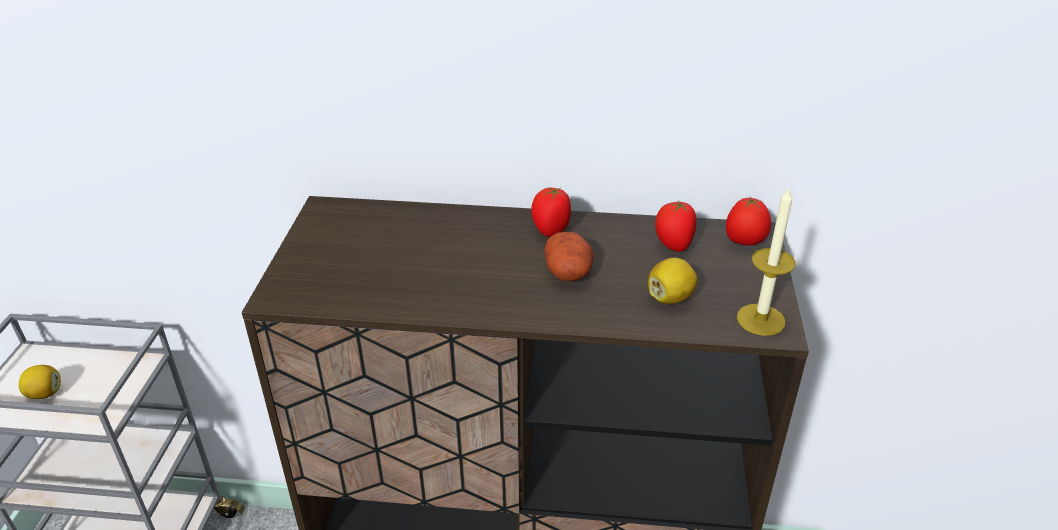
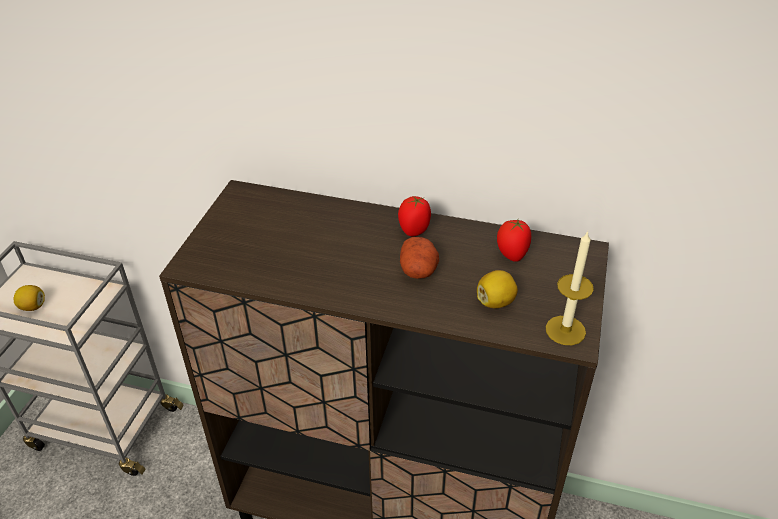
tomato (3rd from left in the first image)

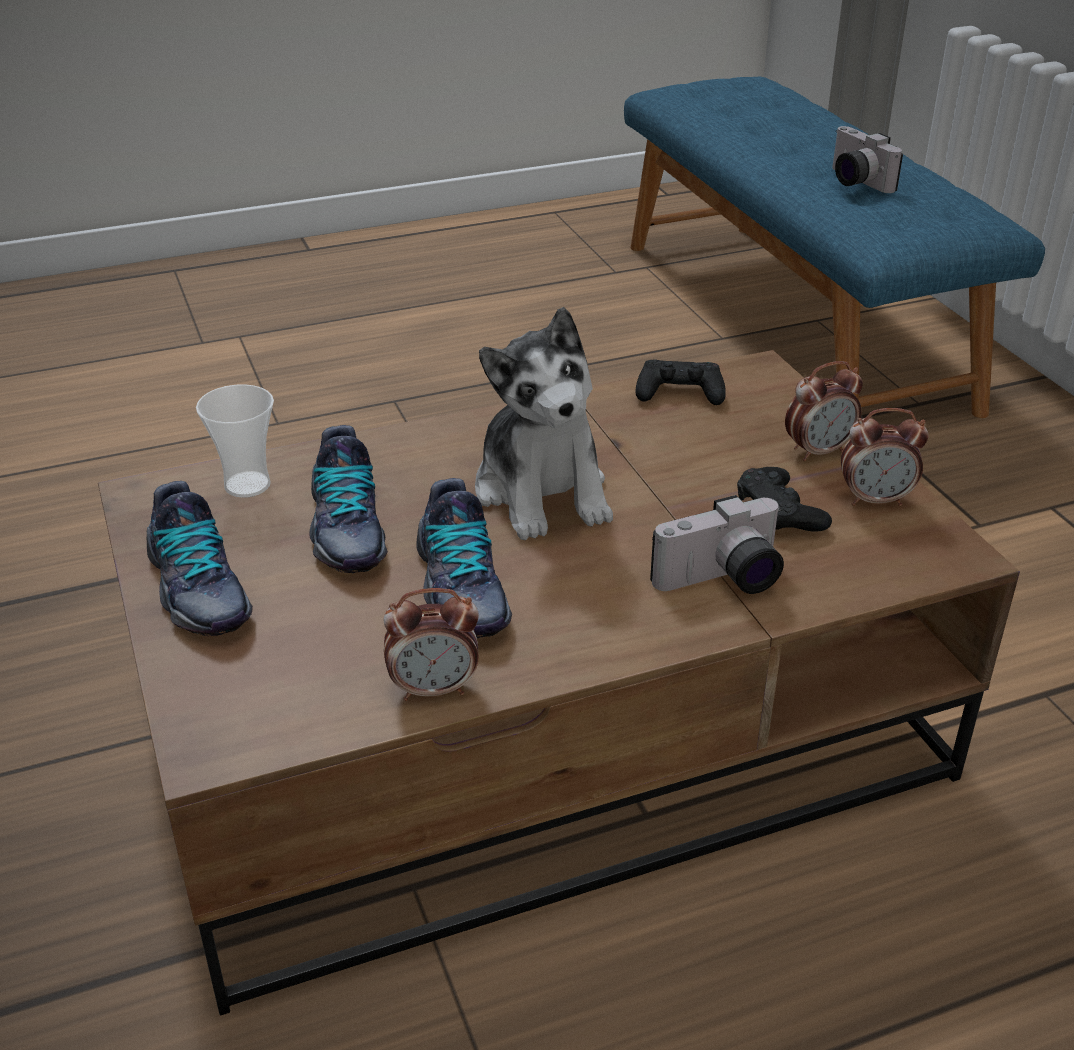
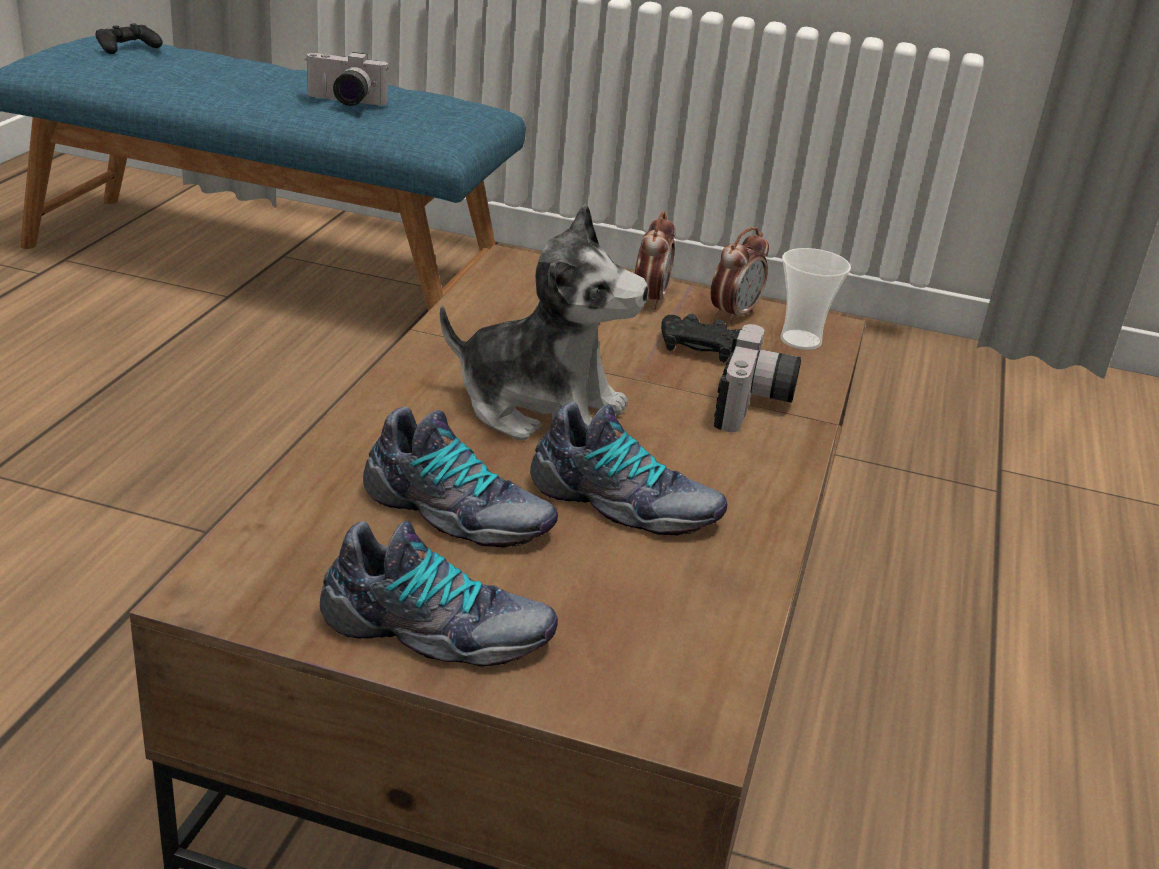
bedside clock (1st from left in the first image)
drinking cup
gamepad/black-coloured (1st from left)

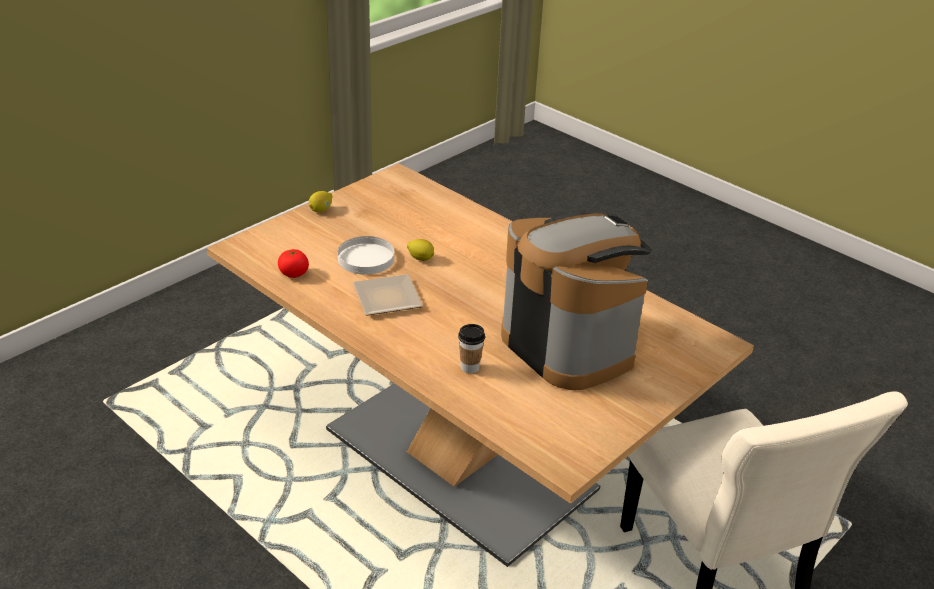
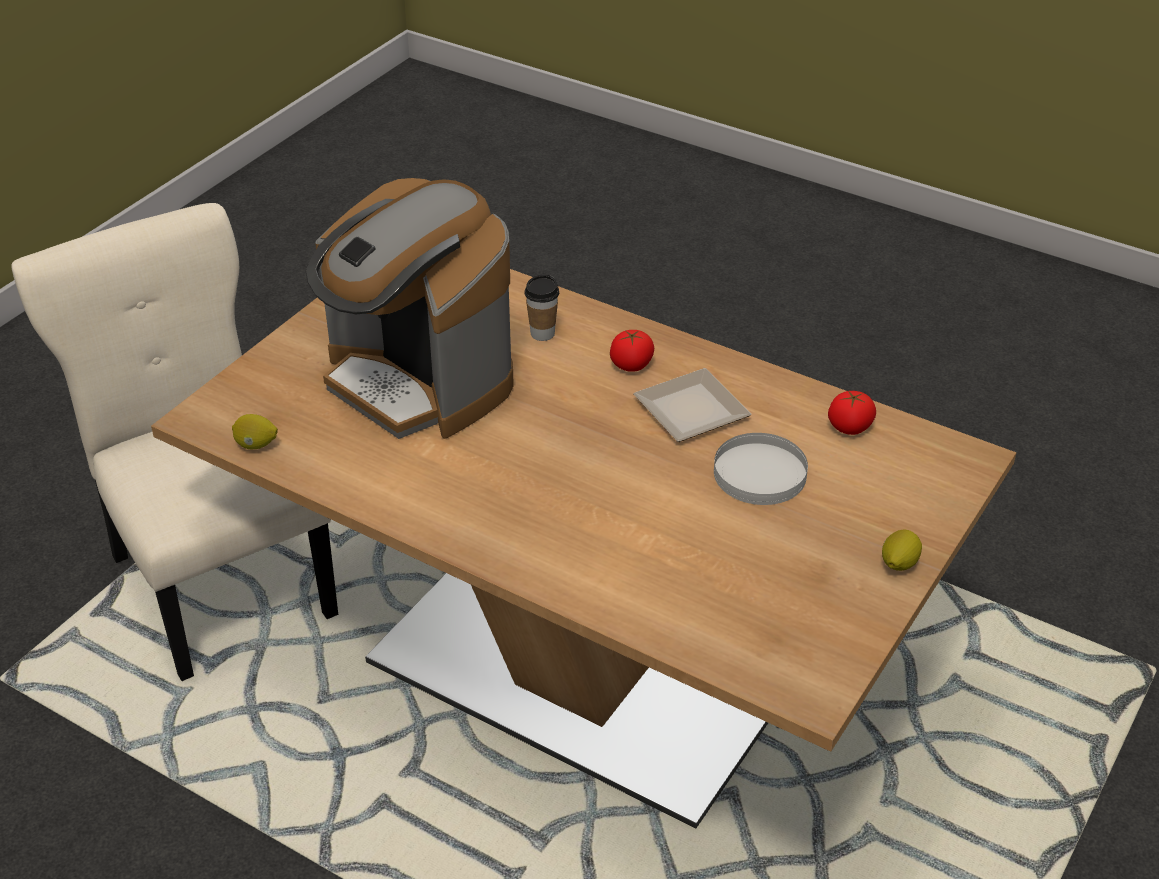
tomato (1st from left)
citrus fruit (1st from left)

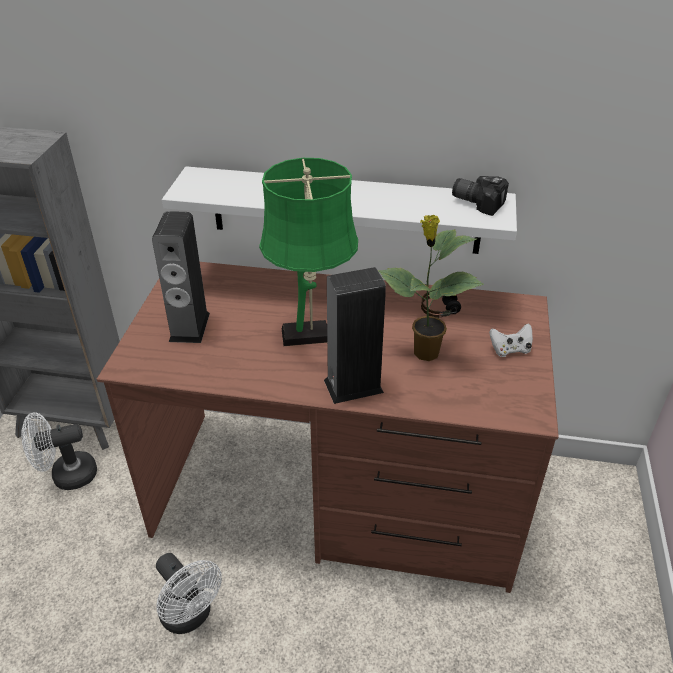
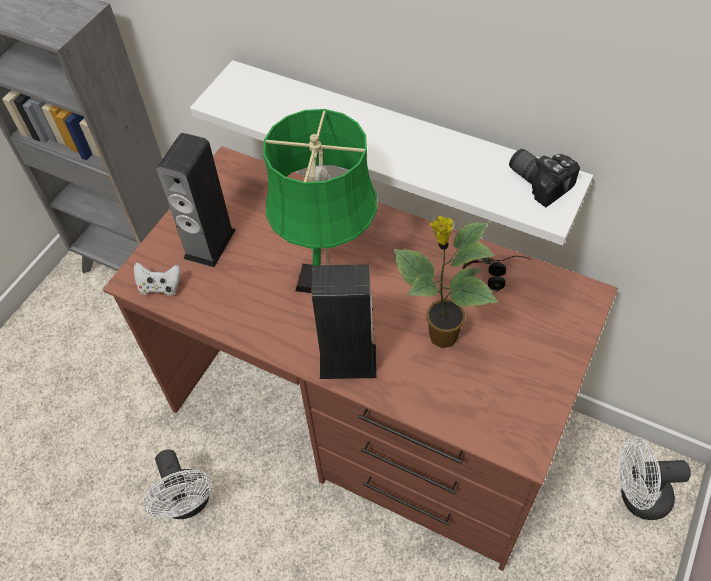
cooling fan/white (2nd from left)
gamepad/white

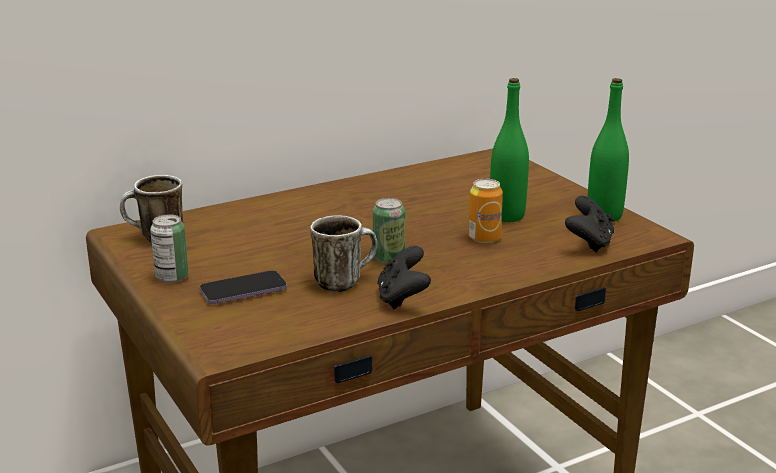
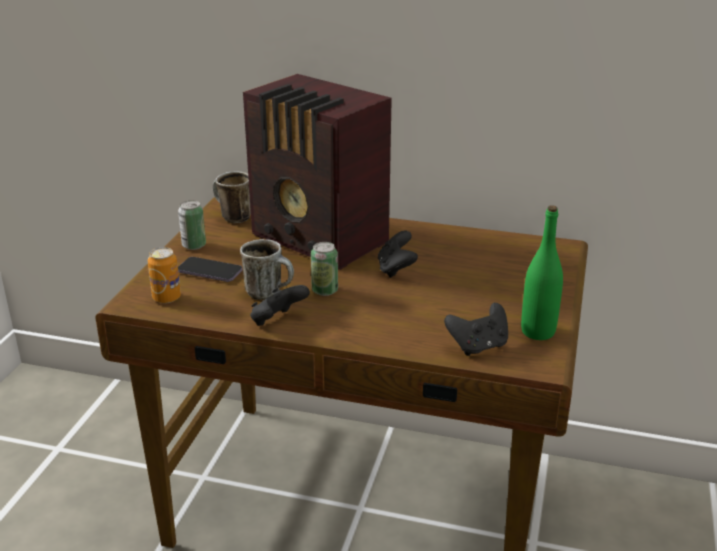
drink bottle/green (1st from left in the first image)
radio set
gamepad/black-coloured (2nd from left)
metal can (1st from left)

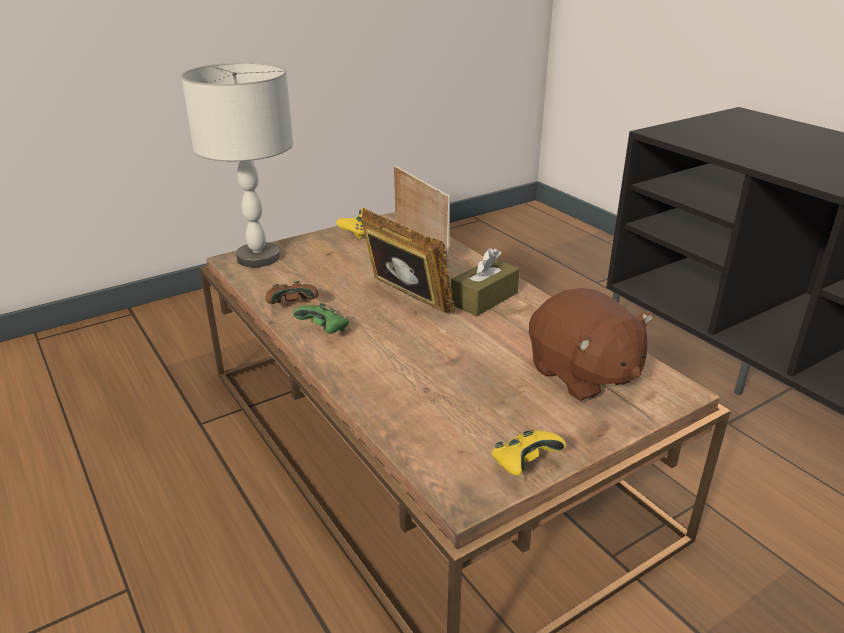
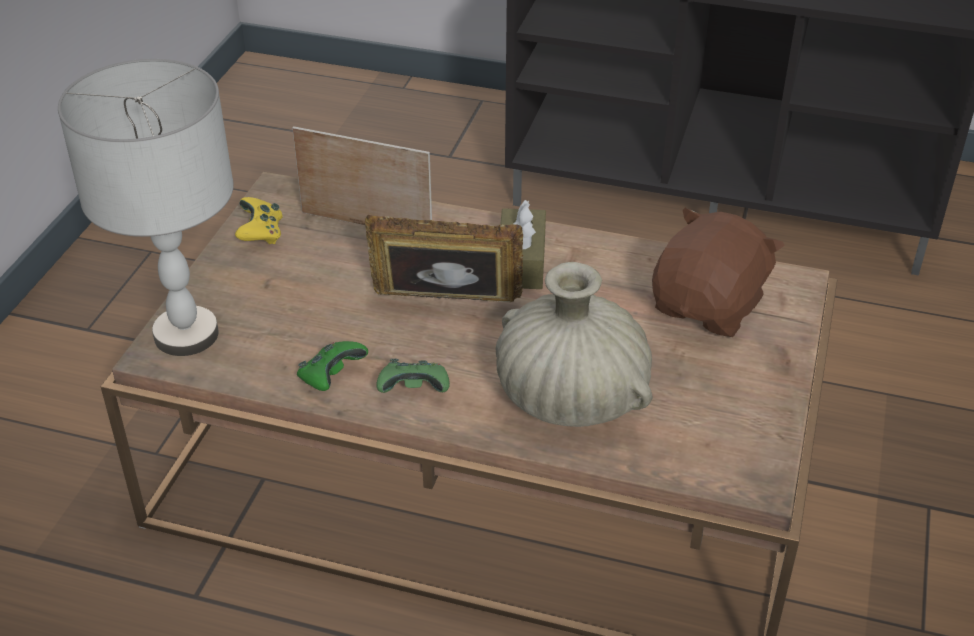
gamepad/yellow (2nd from left in the first image)
decorative vase/beige
gamepad/green (1st from left)
plush toy/brown

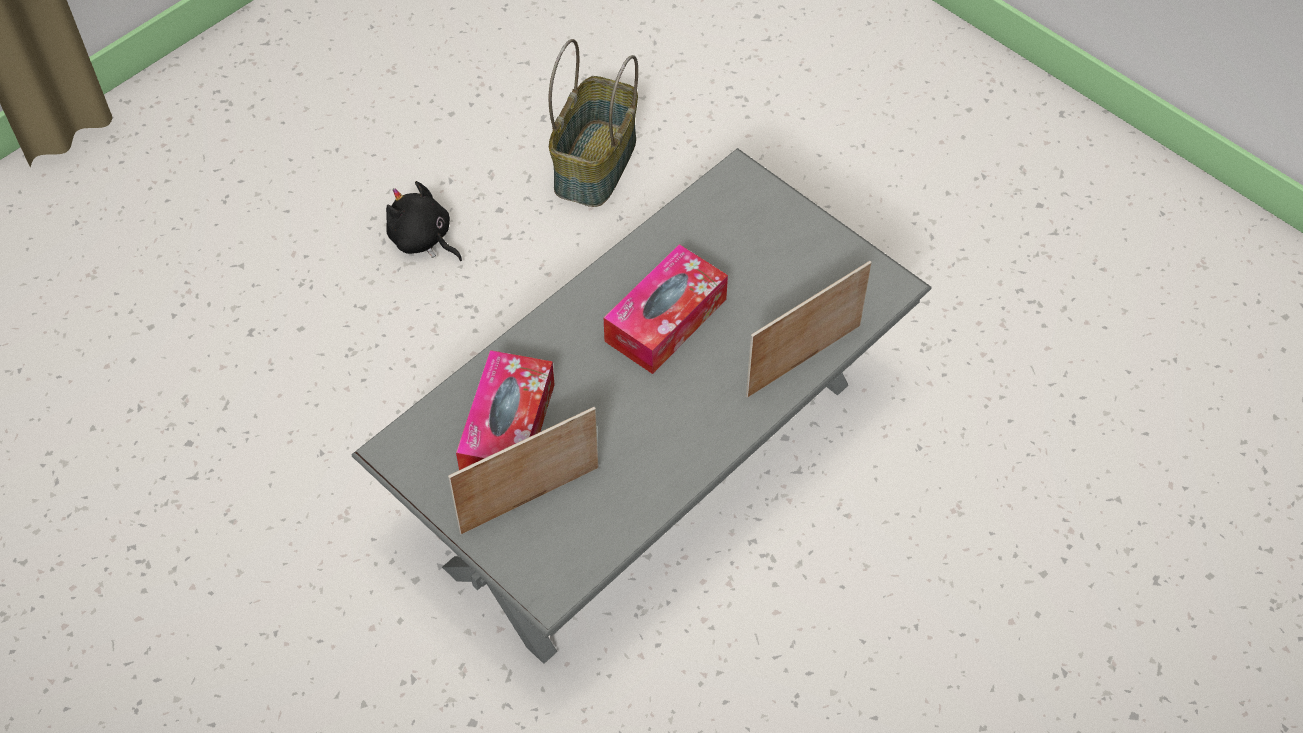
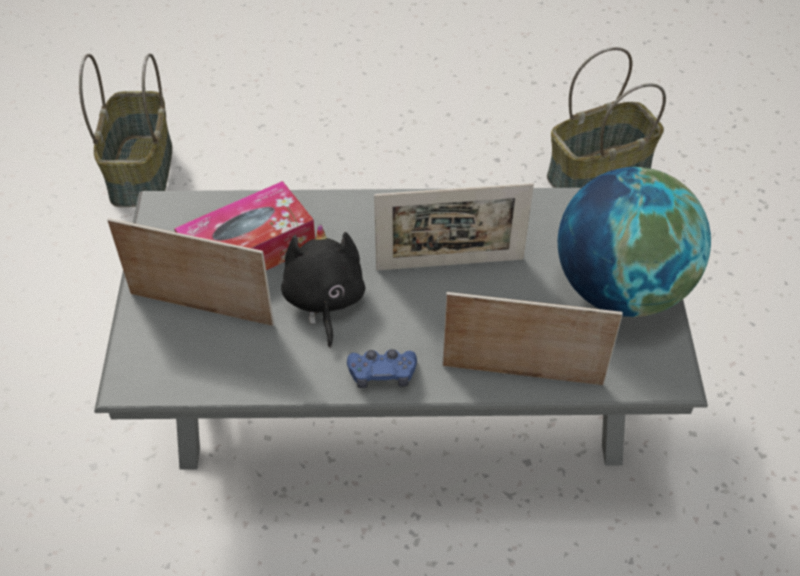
household basket (1st from left)
gamepad/blue-coloured
globe
plush toy/black-coloured
photo frame (2nd from left)

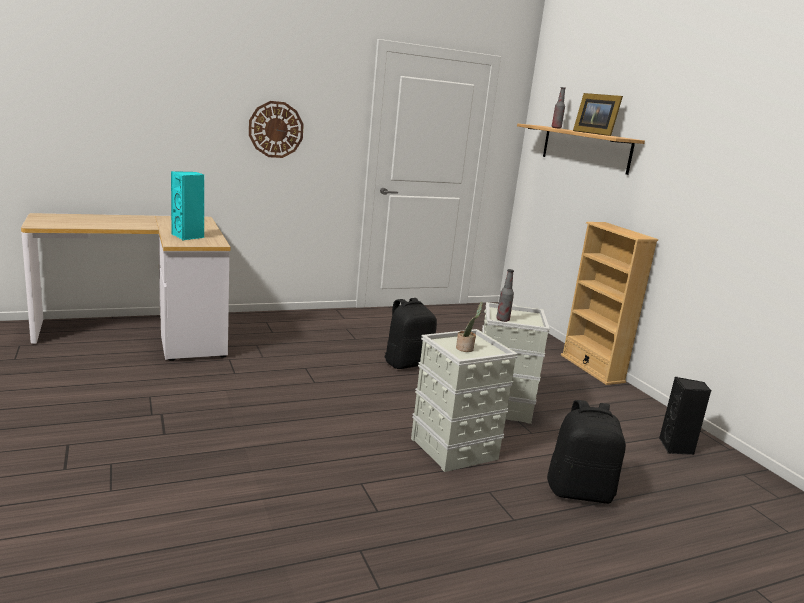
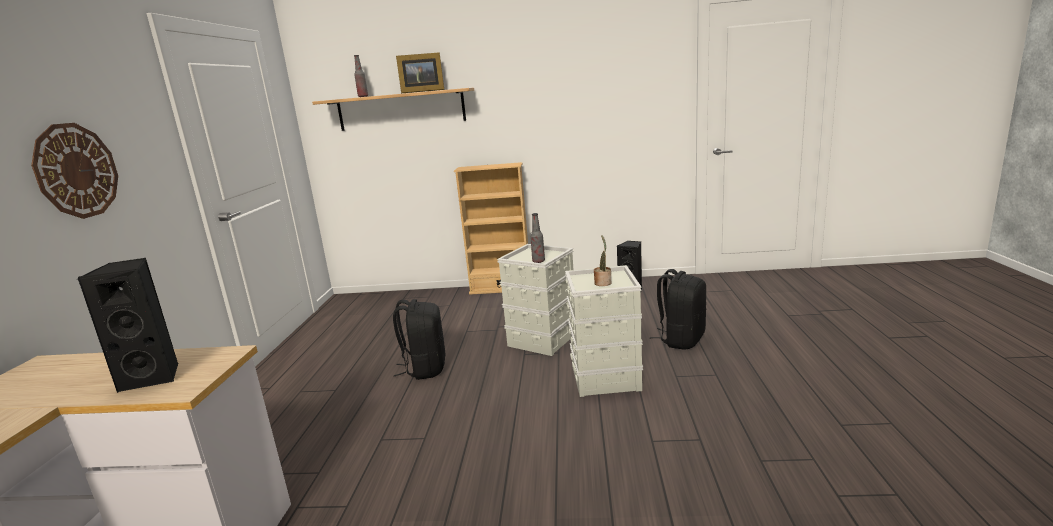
speaker/black-coloured (1st from left)

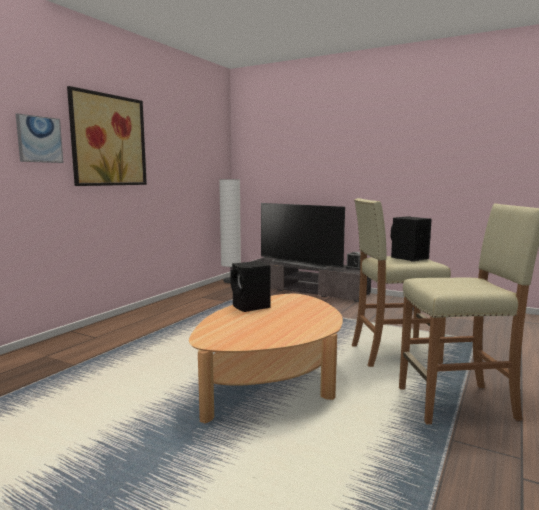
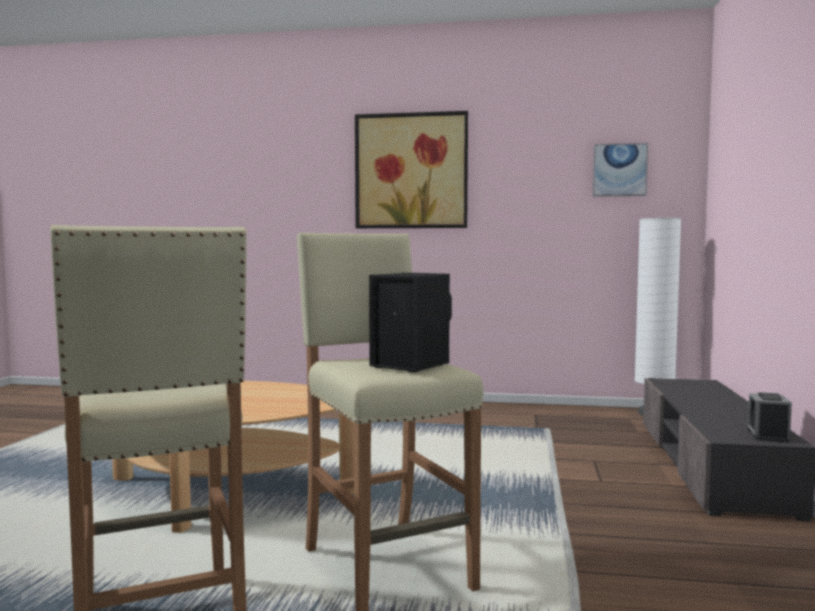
speaker/black-coloured (1st from left in the first image)
television
wall art (2nd from left)

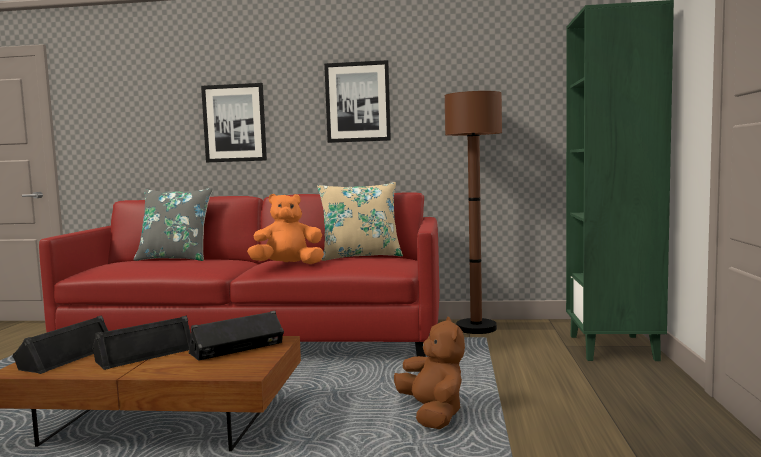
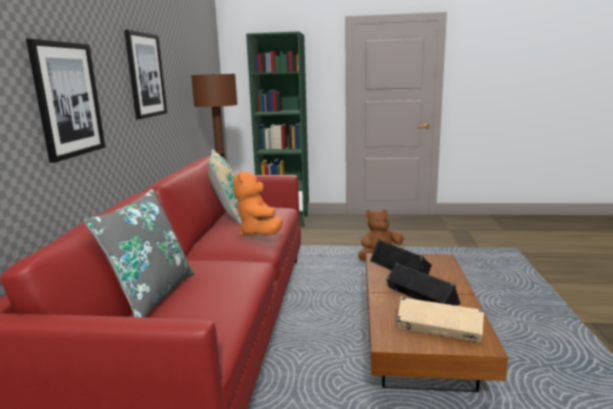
speaker/beige

